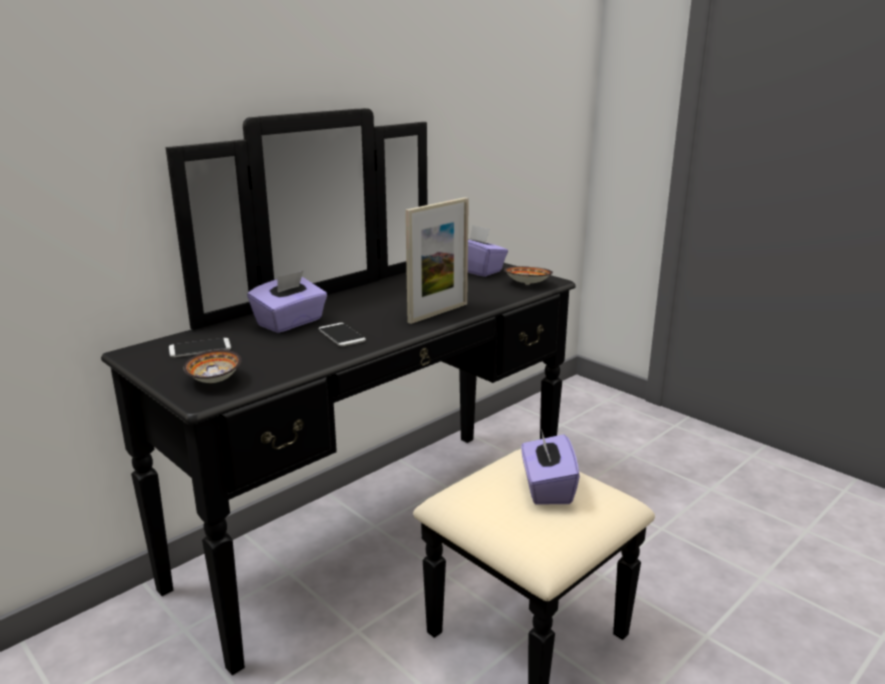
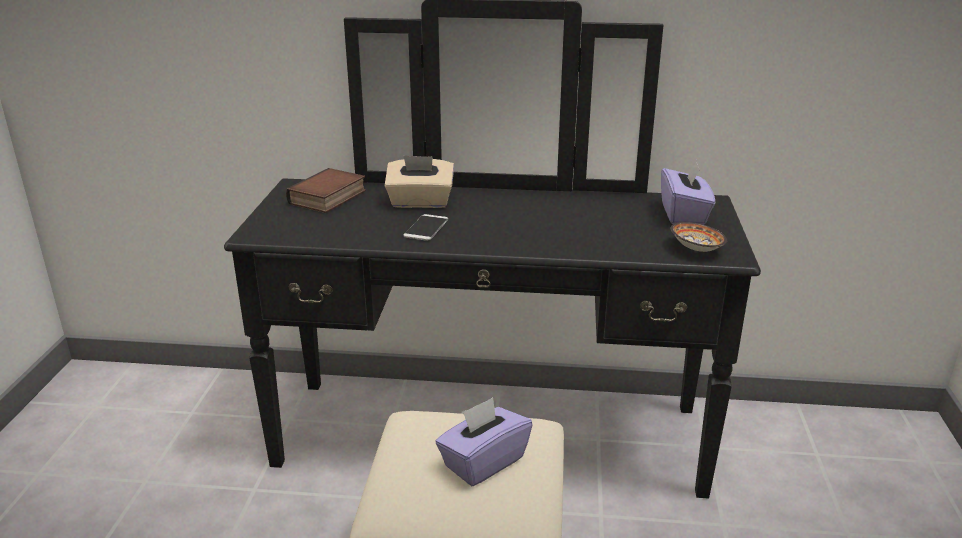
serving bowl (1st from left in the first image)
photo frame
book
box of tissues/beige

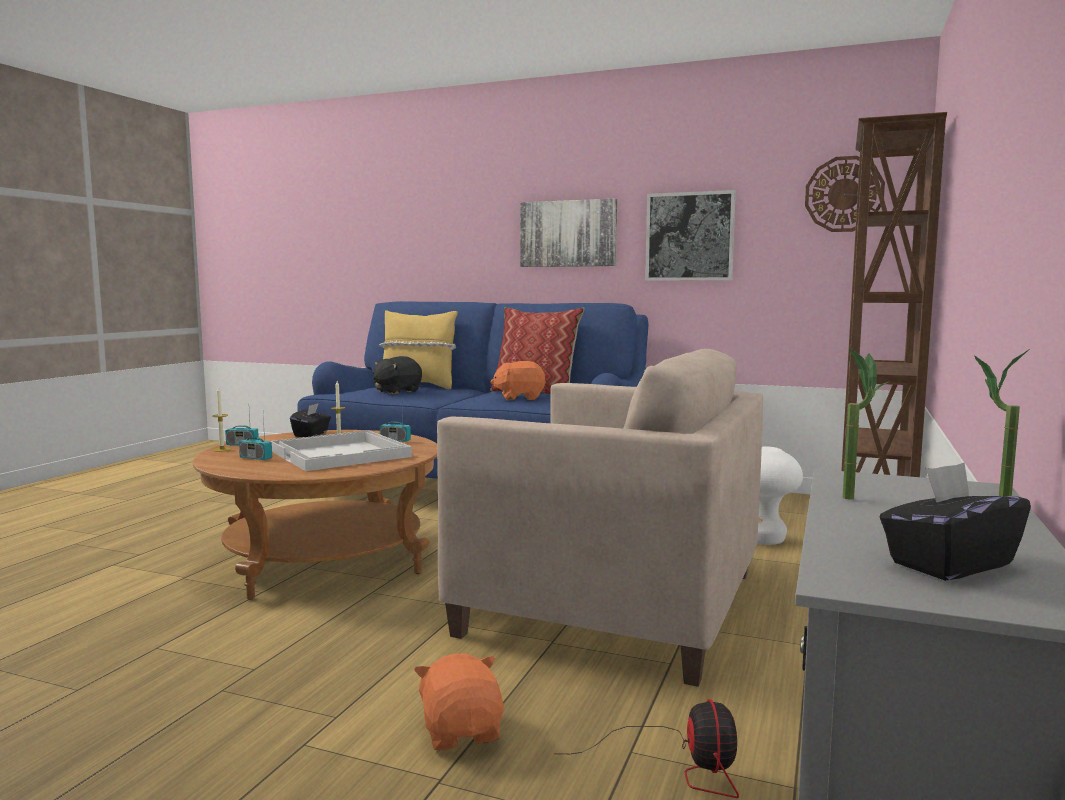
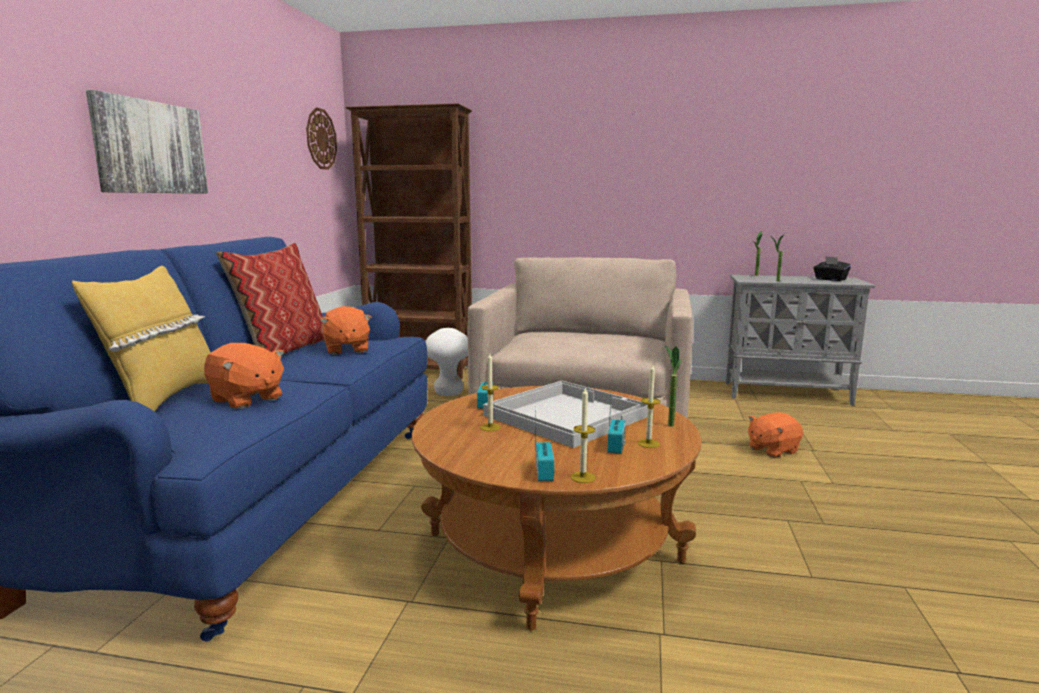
box of tissues/black-coloured (1st from left in the first image)
cooling fan
wall art (2nd from left in the first image)
candle (3rd from left)
plant in a pot (1st from left)
plush toy/orange-coloured (1st from left)

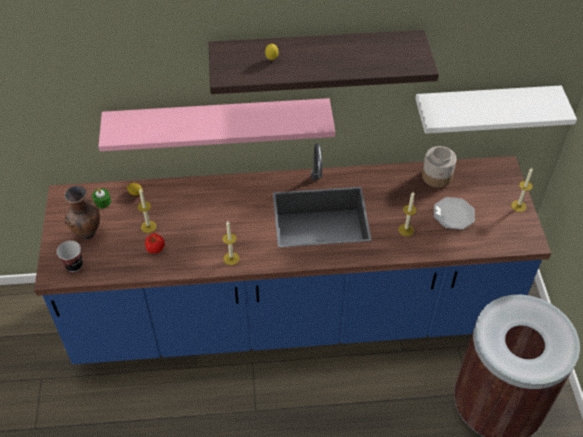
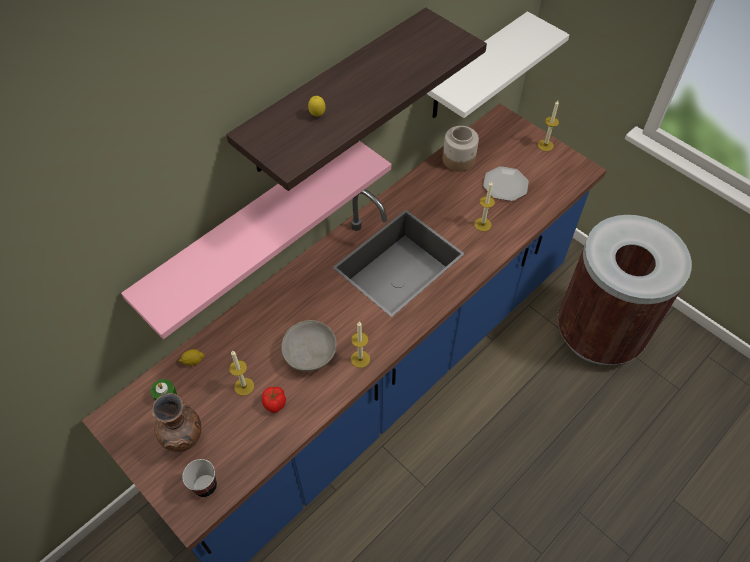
serving bowl/gray

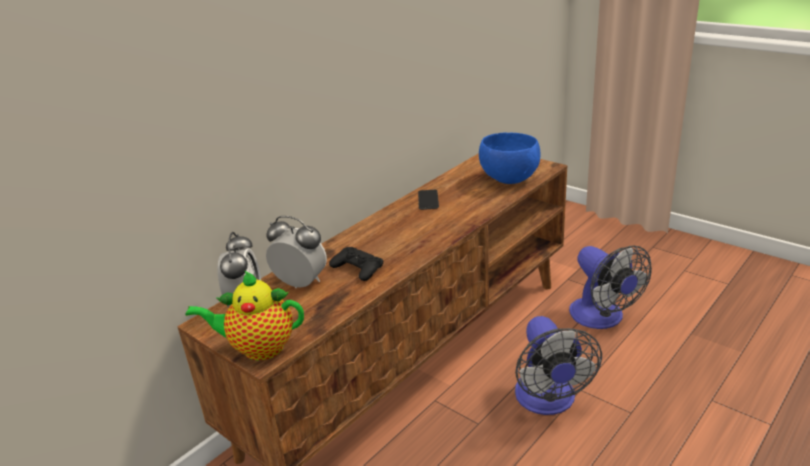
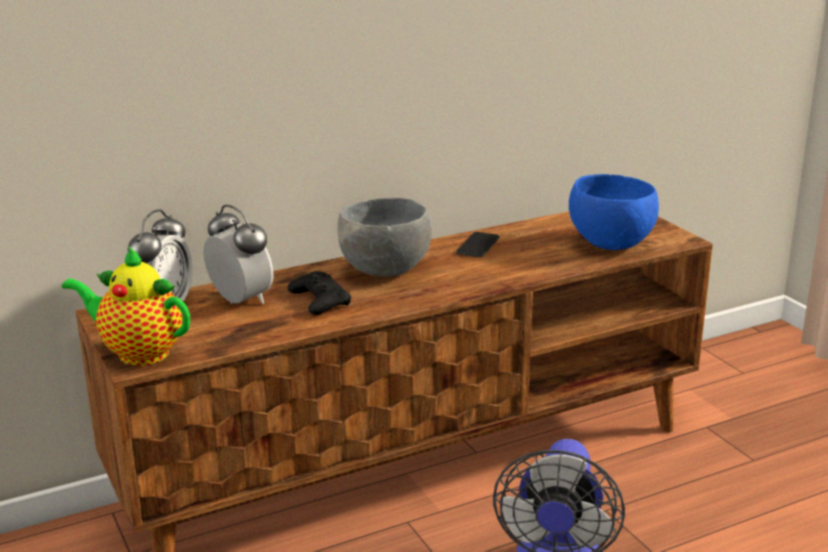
cooling fan (2nd from left in the first image)
serving bowl/gray

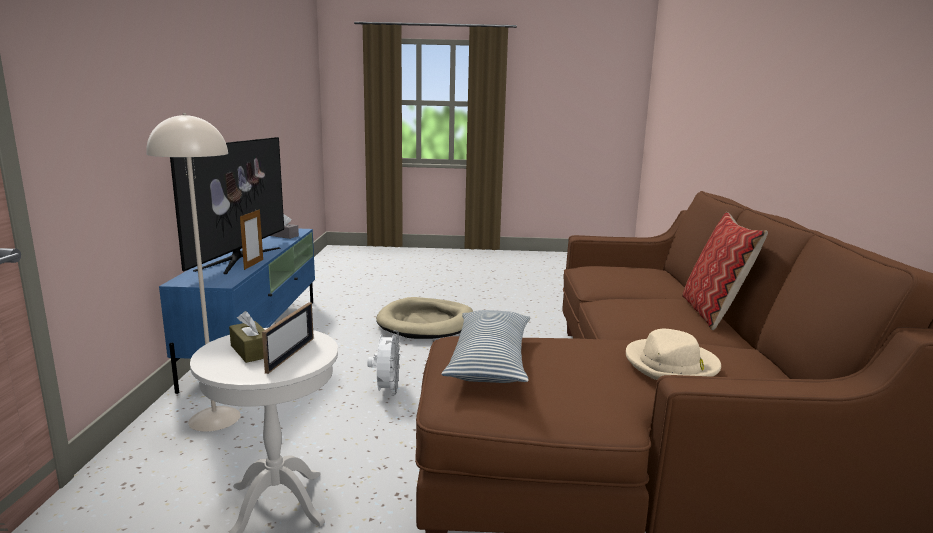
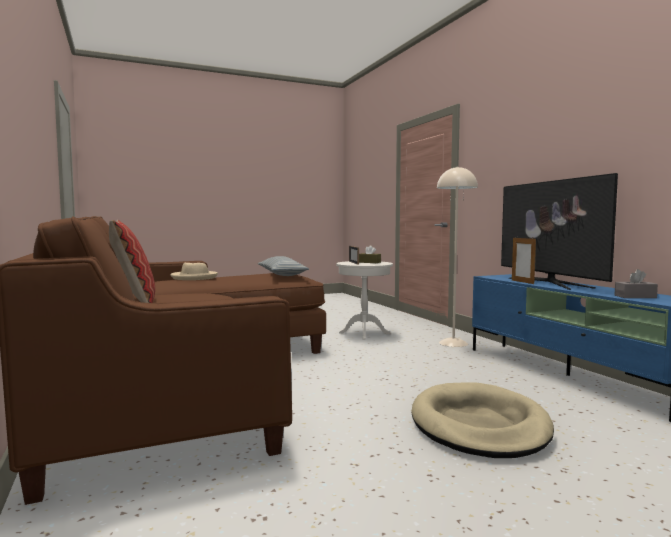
cooling fan/white

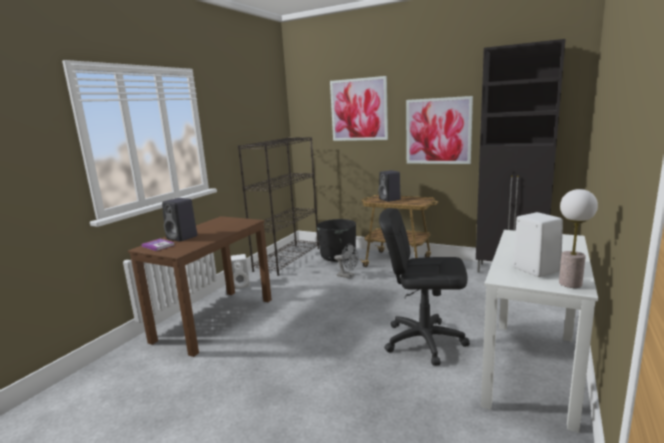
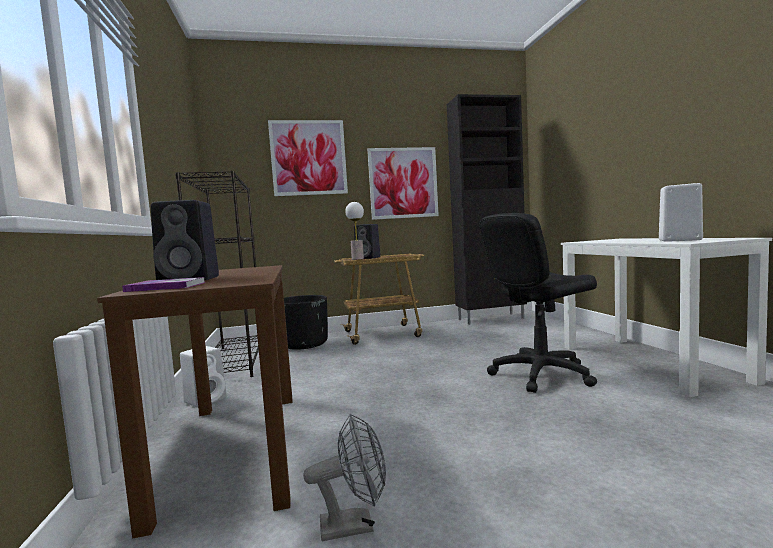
cooling fan/gray
table lamp

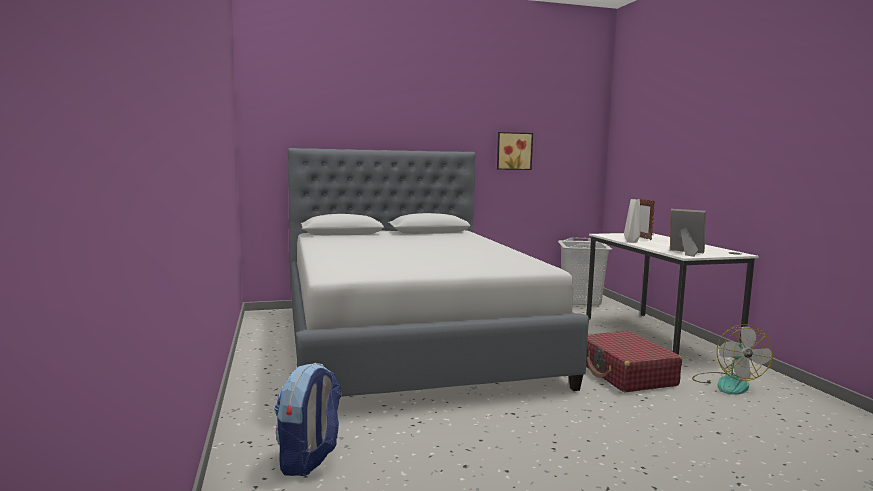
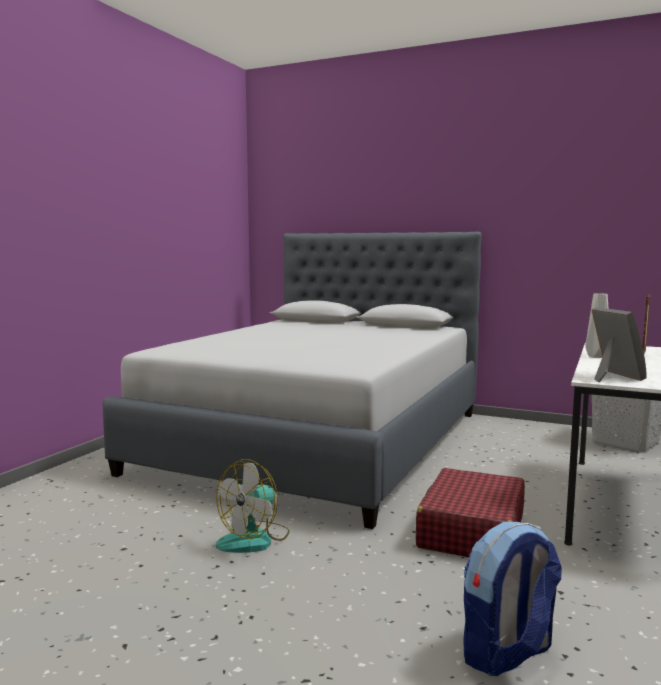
wall art
knapsack
cooling fan

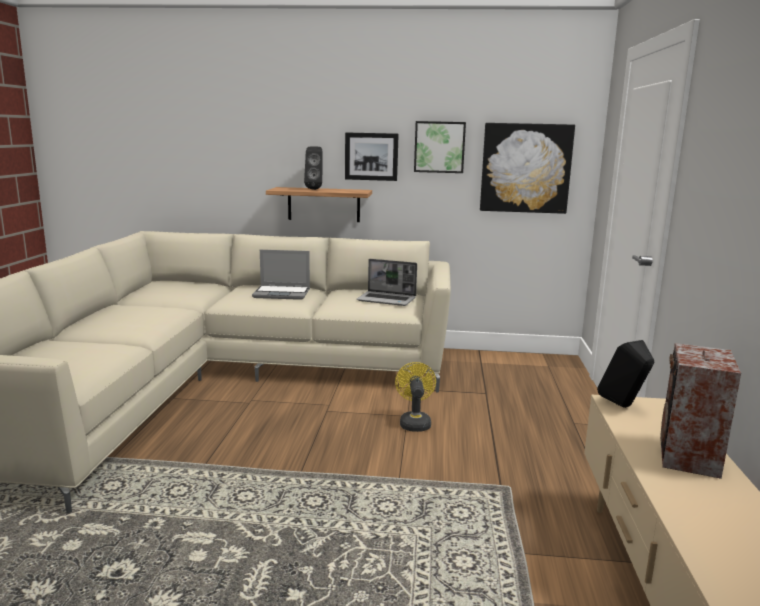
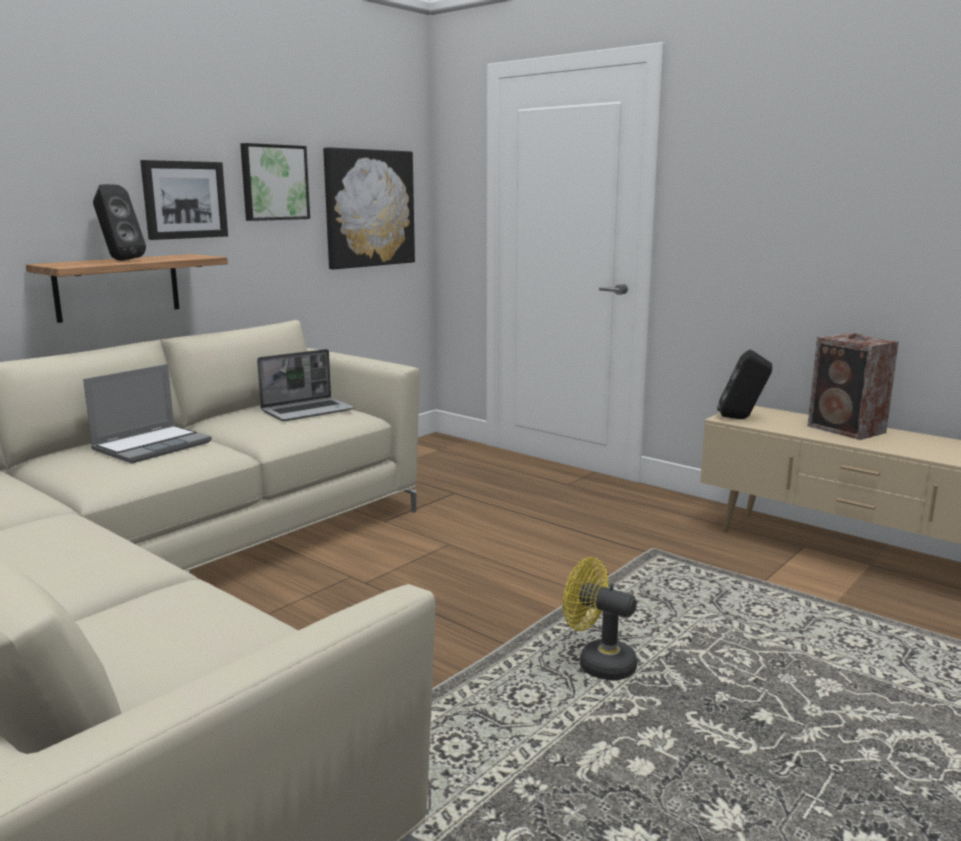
cooling fan/yellow

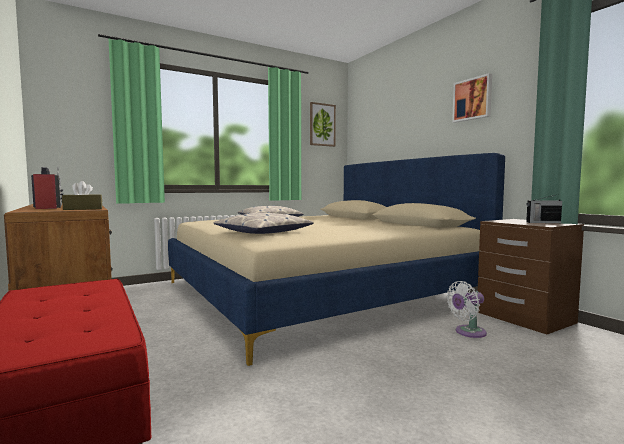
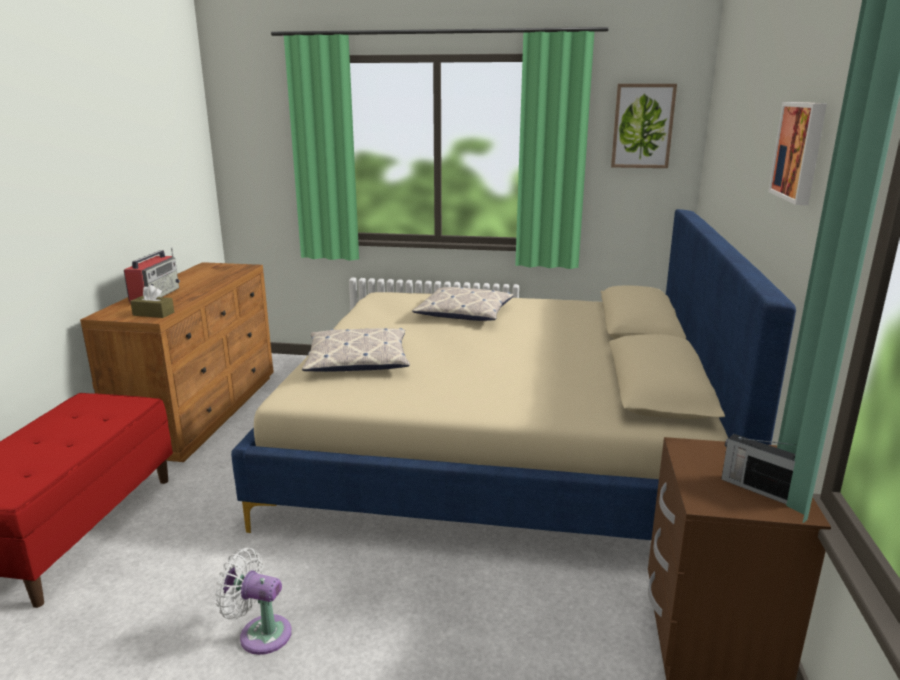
cooling fan/white

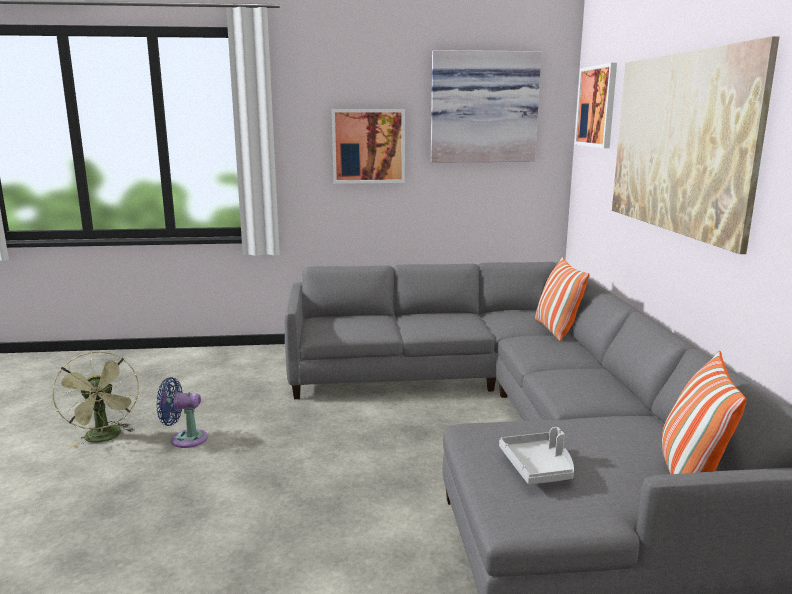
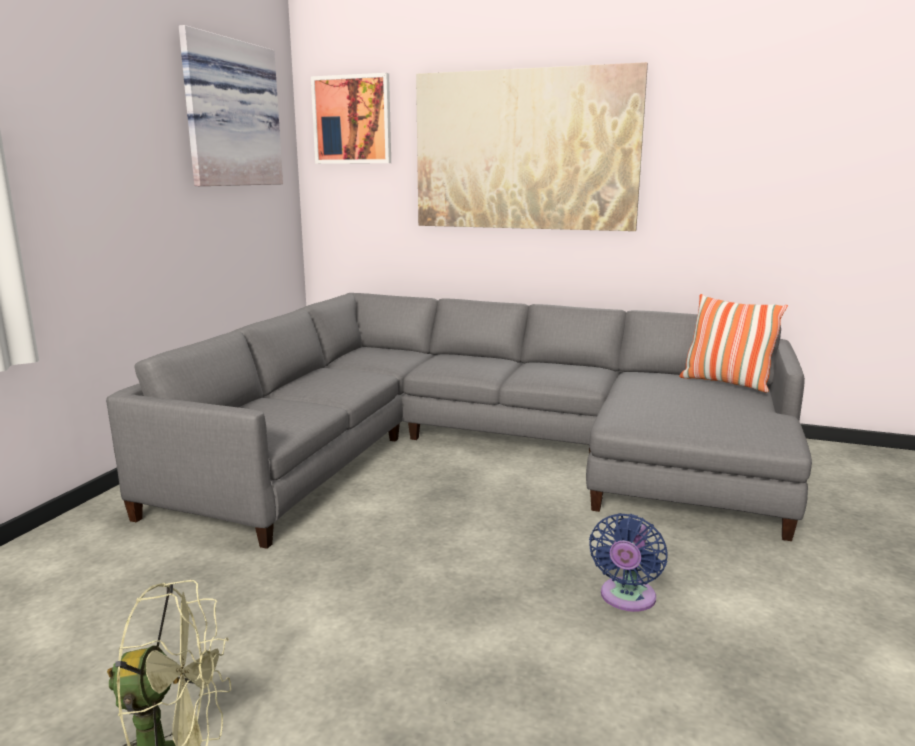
wall art (1st from left in the first image)
tray/gray
cushion (1st from left in the first image)
cooling fan/blue-coloured

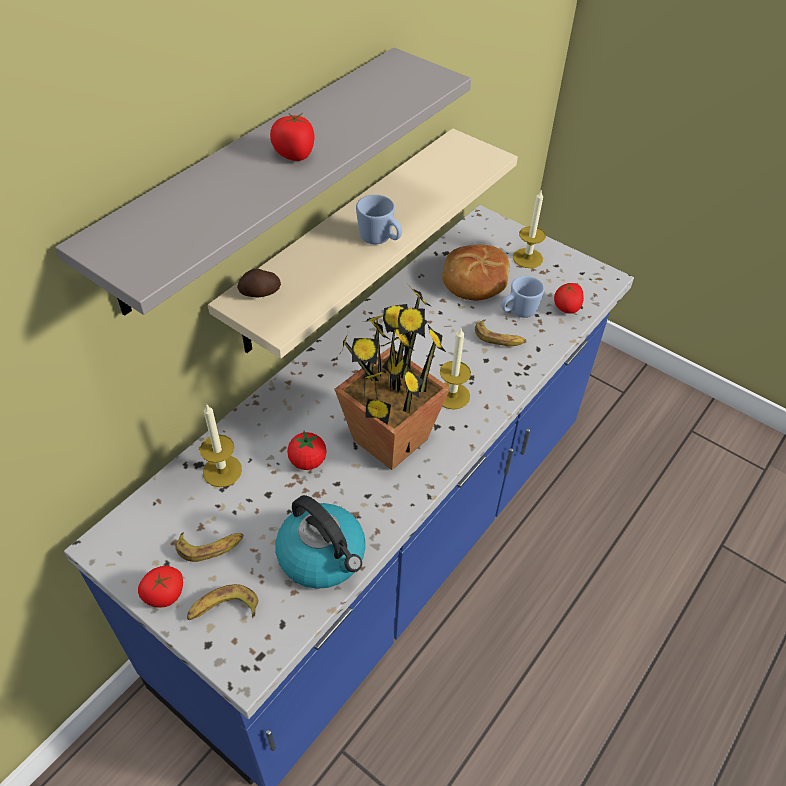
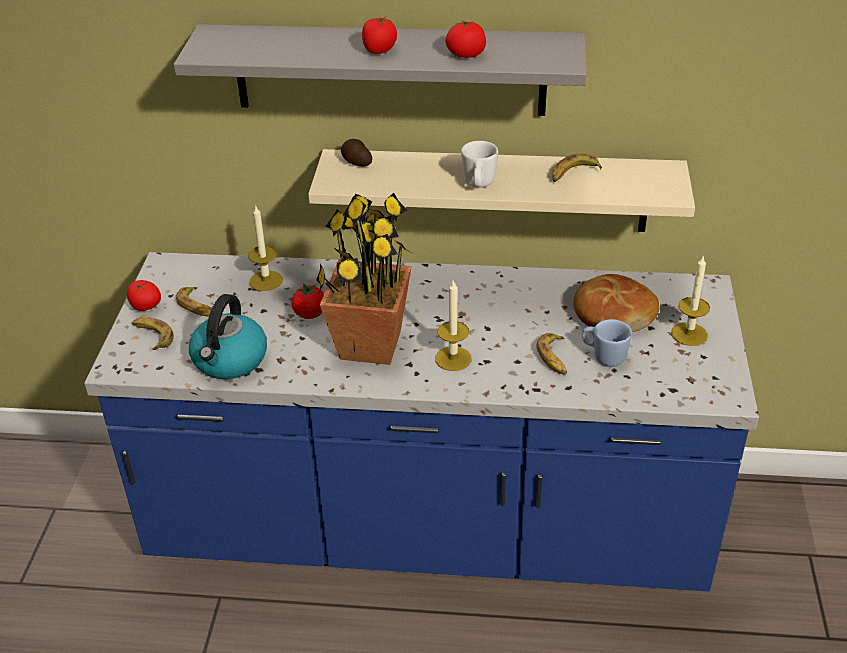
banana fruit (4th from left)
tomato (4th from left)
coffee mug/white

